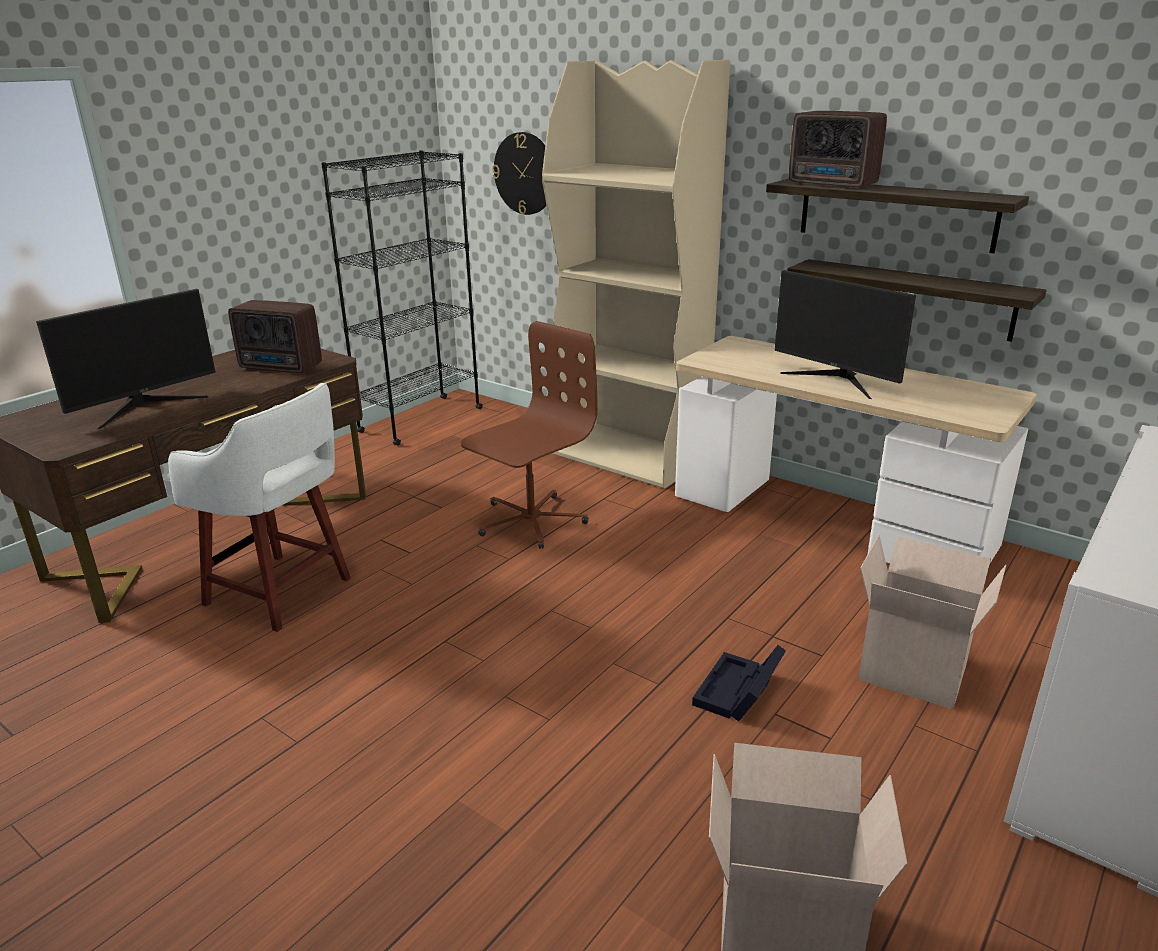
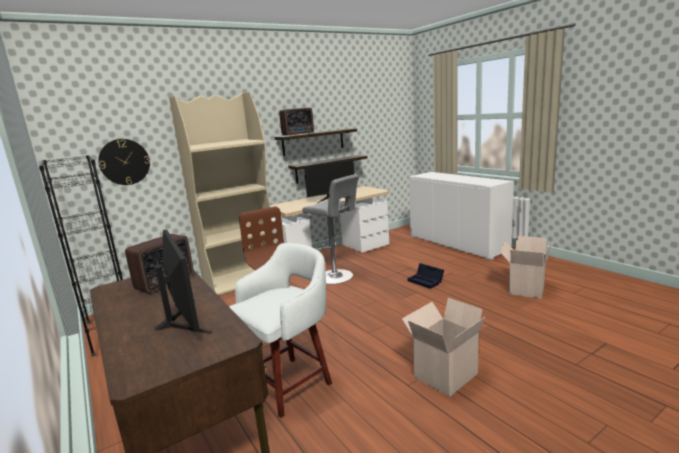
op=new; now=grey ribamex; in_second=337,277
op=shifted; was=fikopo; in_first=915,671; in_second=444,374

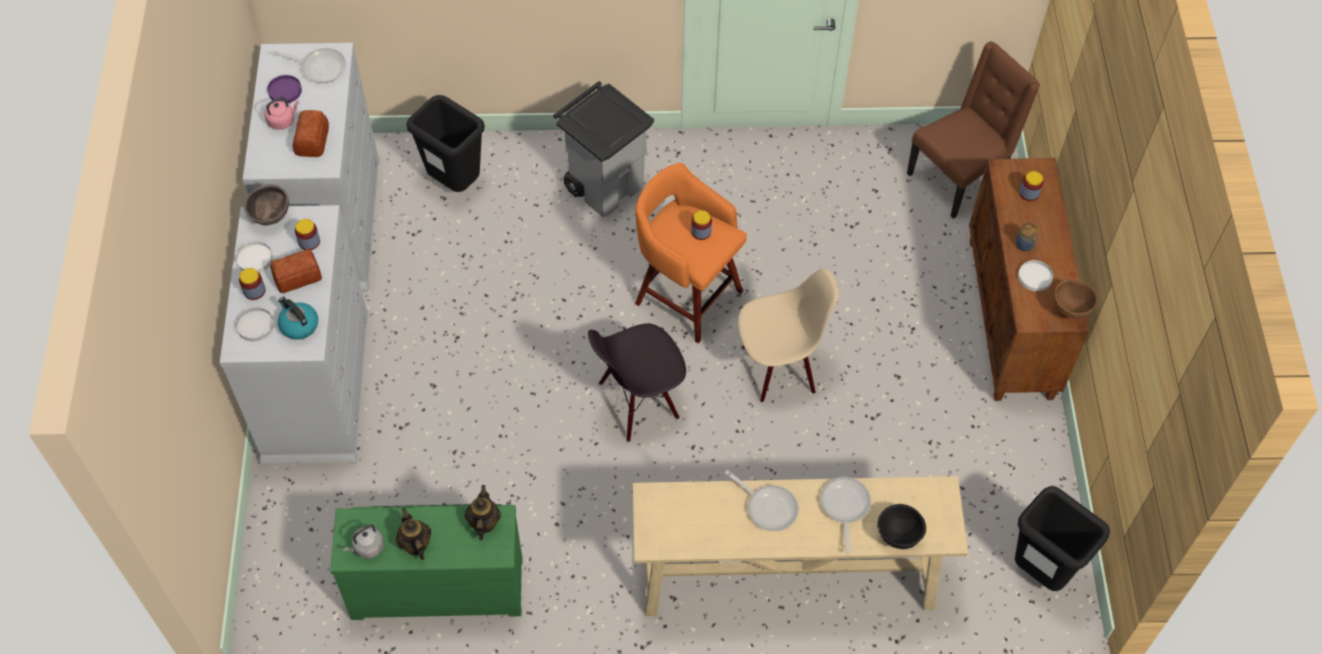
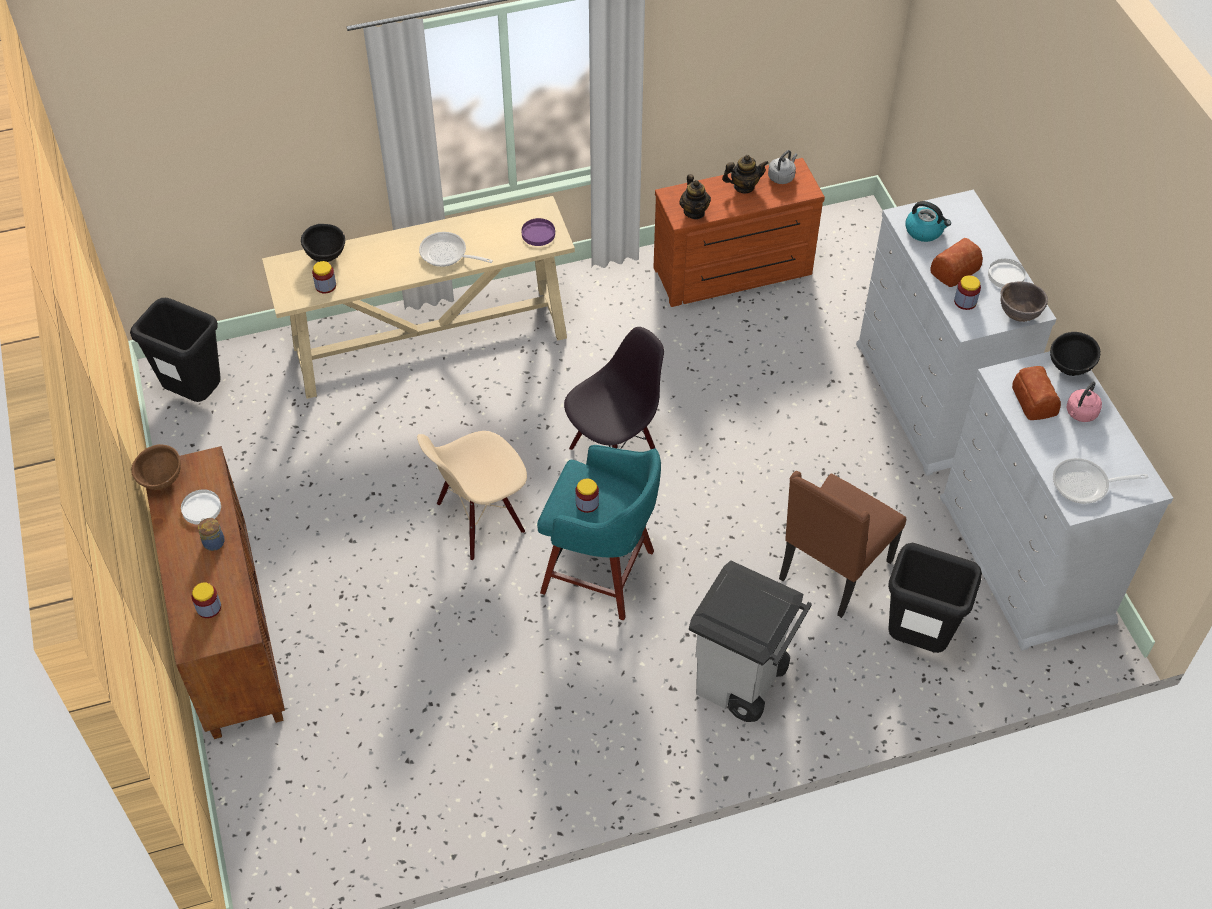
op=gone; was=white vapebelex; in_first=255,326
op=gone; was=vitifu; in_first=844,507
op=new; now=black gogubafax; in_second=1069,368
op=shifted; was=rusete; in_first=254,291; in_second=325,286
op=shifted; was=purple vapebelex; in_first=284,91; in_second=538,233
op=shifted; was=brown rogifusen; in_first=959,177; in_second=832,571
op=repainted; was=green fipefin; now=brown fipefin; in_first=437,584; in_second=734,273
op=repainted; was=orange ribamex; now=turquoise ribamex; in_first=686,295; in_second=601,573
op=rotated; was=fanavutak; in_first=415,544; in_second=743,186; clockwise=-60

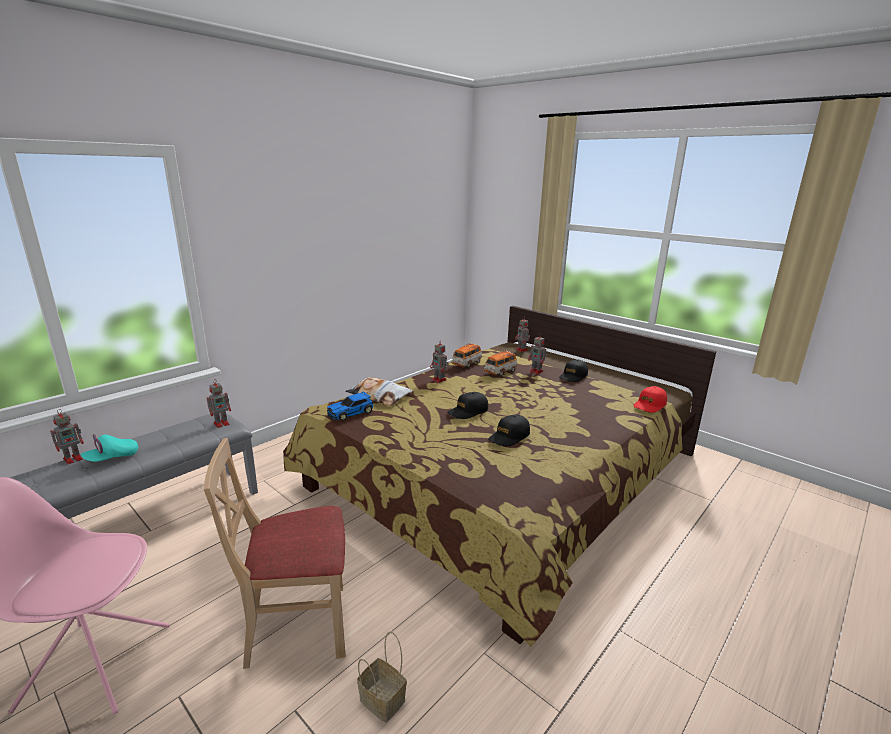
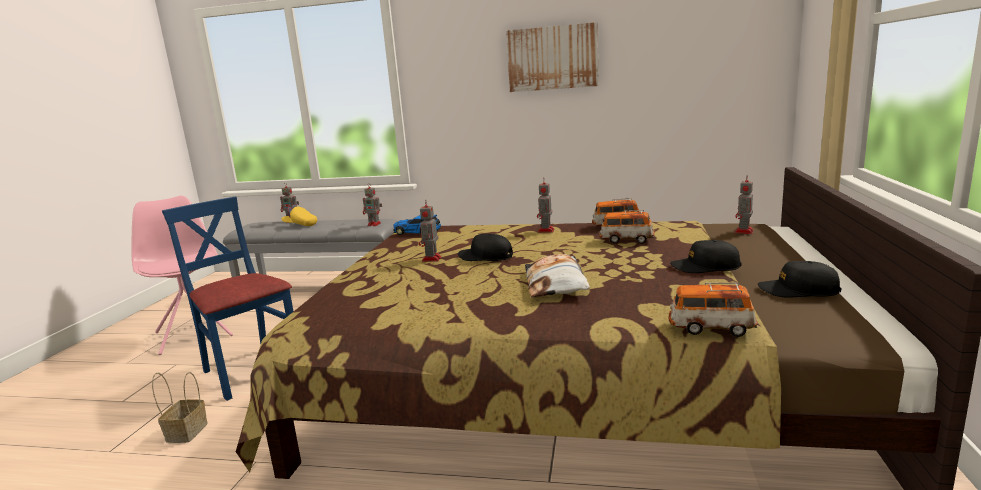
op=new; now=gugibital; in_second=552,58
op=shifted; was=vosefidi; in_first=379,396; in_second=556,283
op=shifted; was=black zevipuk; in_first=509,437; in_second=798,290
op=shifted; was=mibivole; in_first=537,371; in_second=431,259
op=swapped; was=red zevipuk; now=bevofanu; in_first=649,405; in_second=711,328
op=repainted; was=turquoise zevipuk; now=yellow zevipuk; in_first=112,458; in_second=300,225
op=repainted; was=beige rogifusen; now=blue rogifusen; in_first=297,626; in_second=251,371

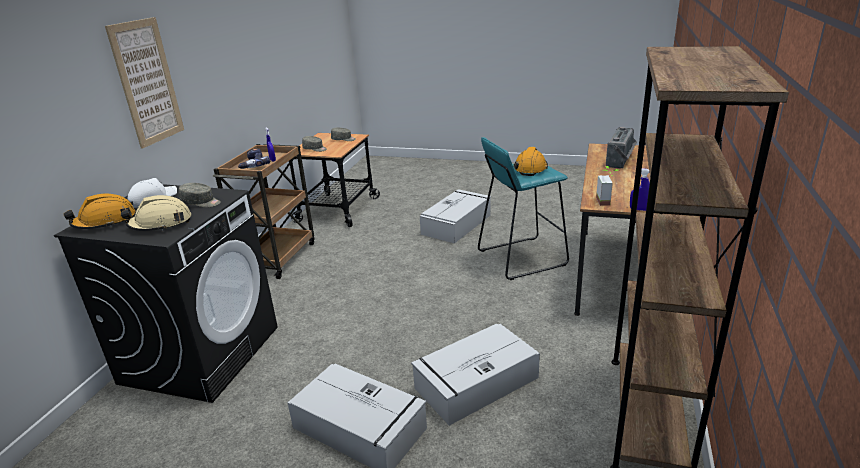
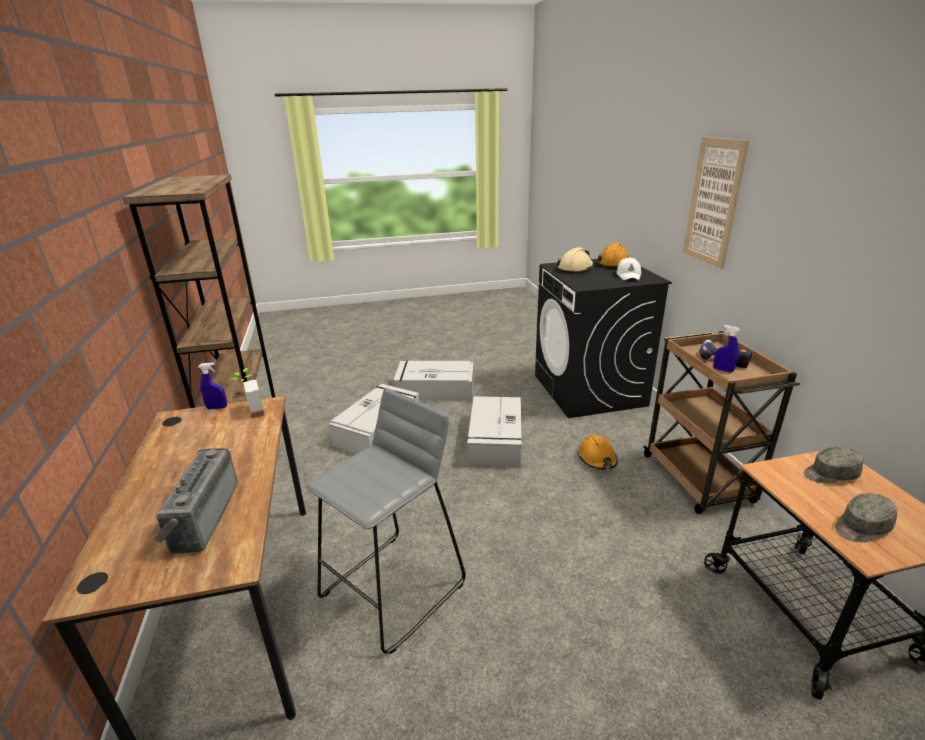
op=gone; was=grey zevipuk; in_first=201,203
op=shifted; was=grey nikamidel; in_first=457,224; in_second=495,441
op=shifted; was=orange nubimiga; in_first=530,168; in_second=597,459
op=repainted; was=turquoise ribamex; now=grey ribamex; in_first=521,258; in_second=394,589

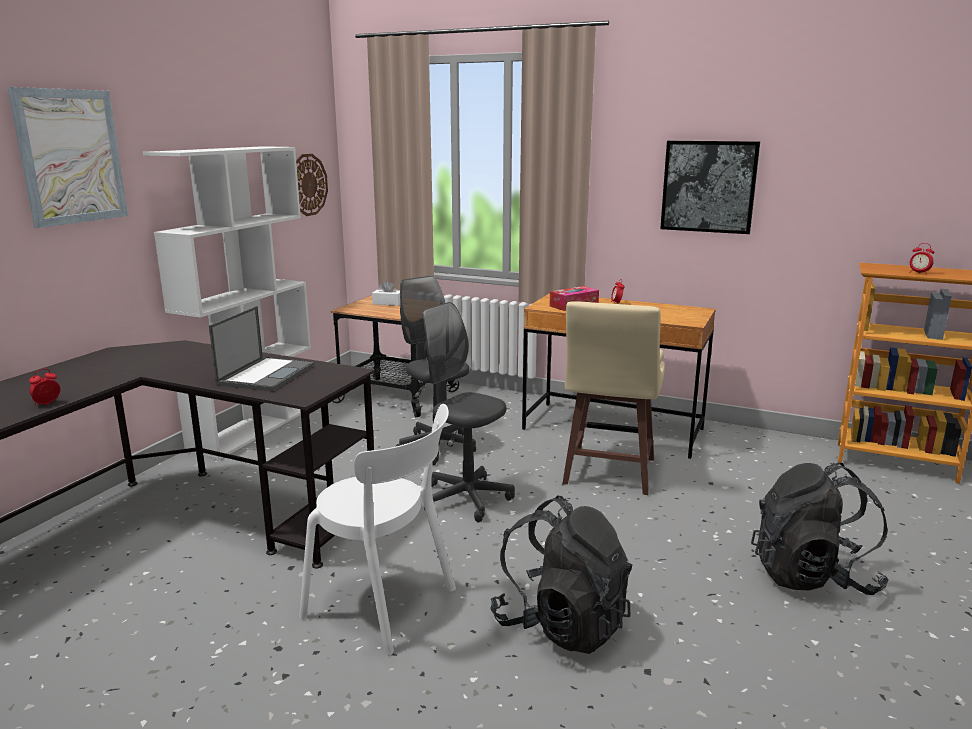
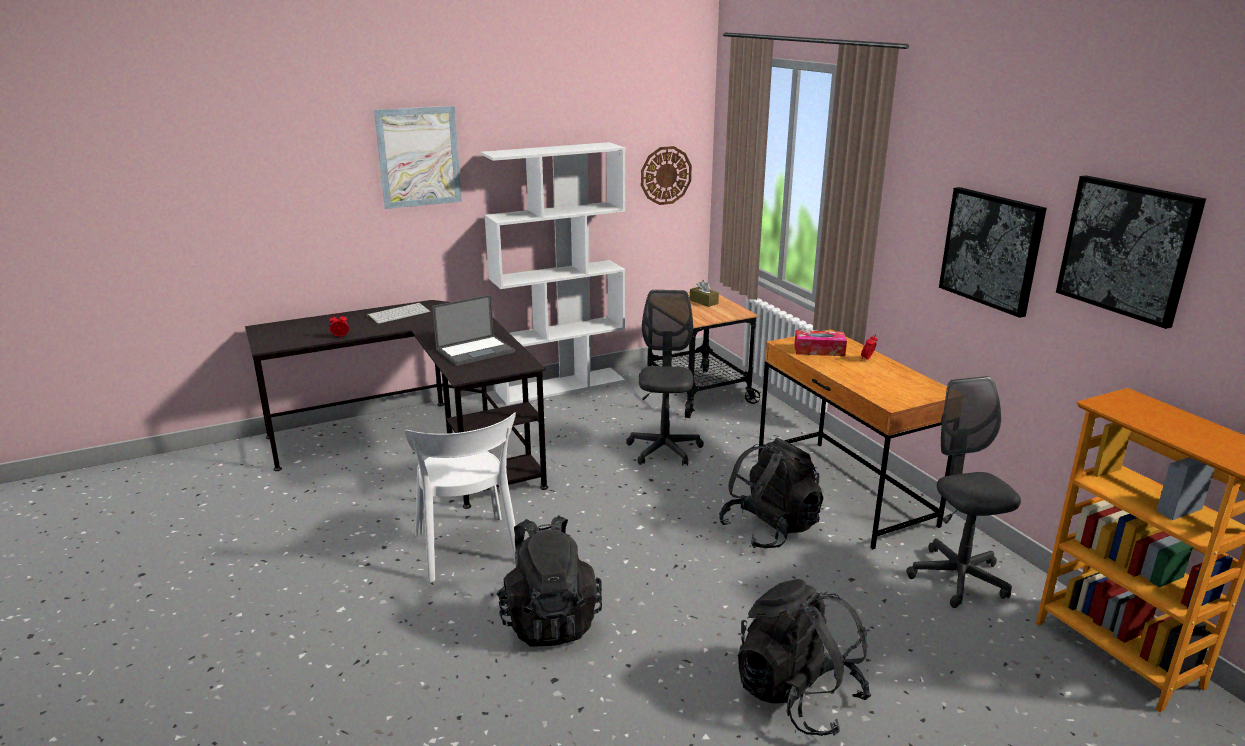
op=gone; was=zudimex; in_first=918,273
op=new; now=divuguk; in_second=399,313
op=new; now=gugibital; in_second=1127,249
op=shifted; was=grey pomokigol; in_first=466,498; in_second=958,578
op=swapped; was=beige ribamex; now=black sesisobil; in_first=608,472; in_second=770,529
op=repainted; was=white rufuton; now=brown rufuton; in_first=387,303; in_second=703,302

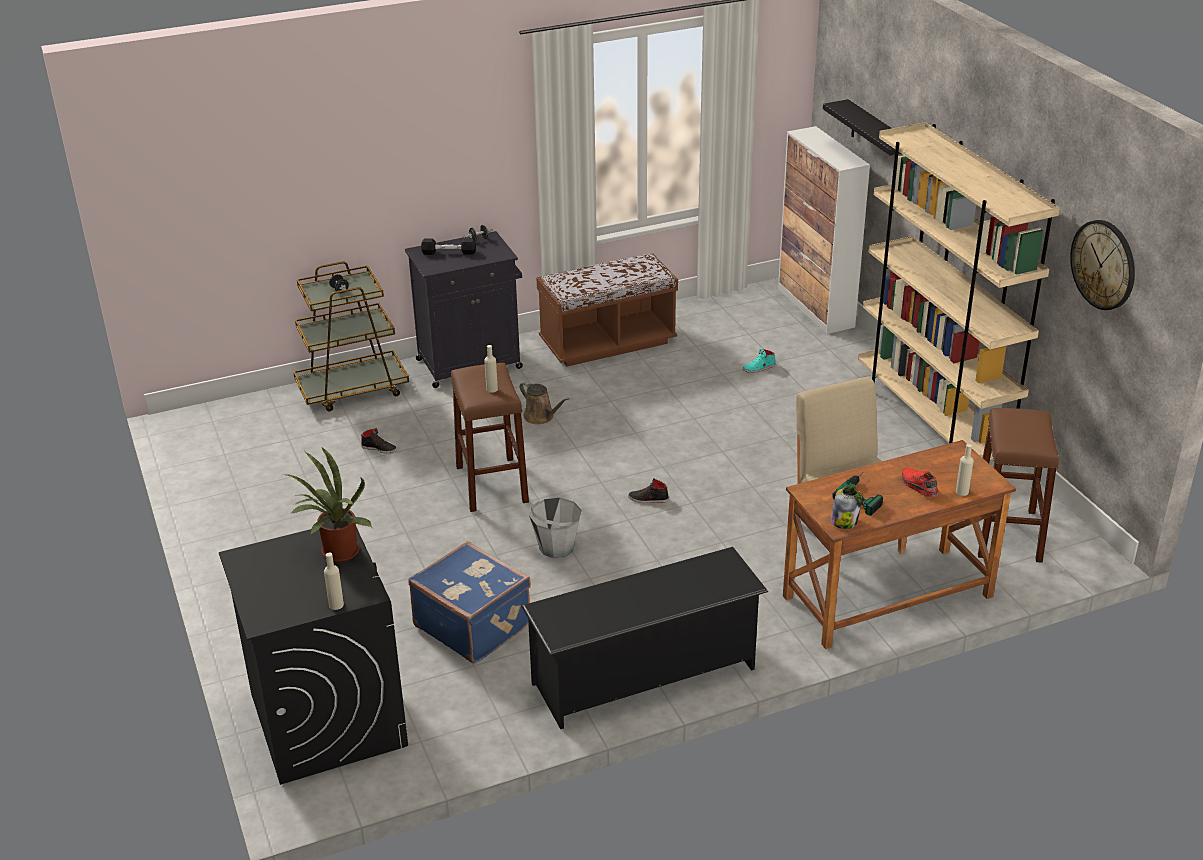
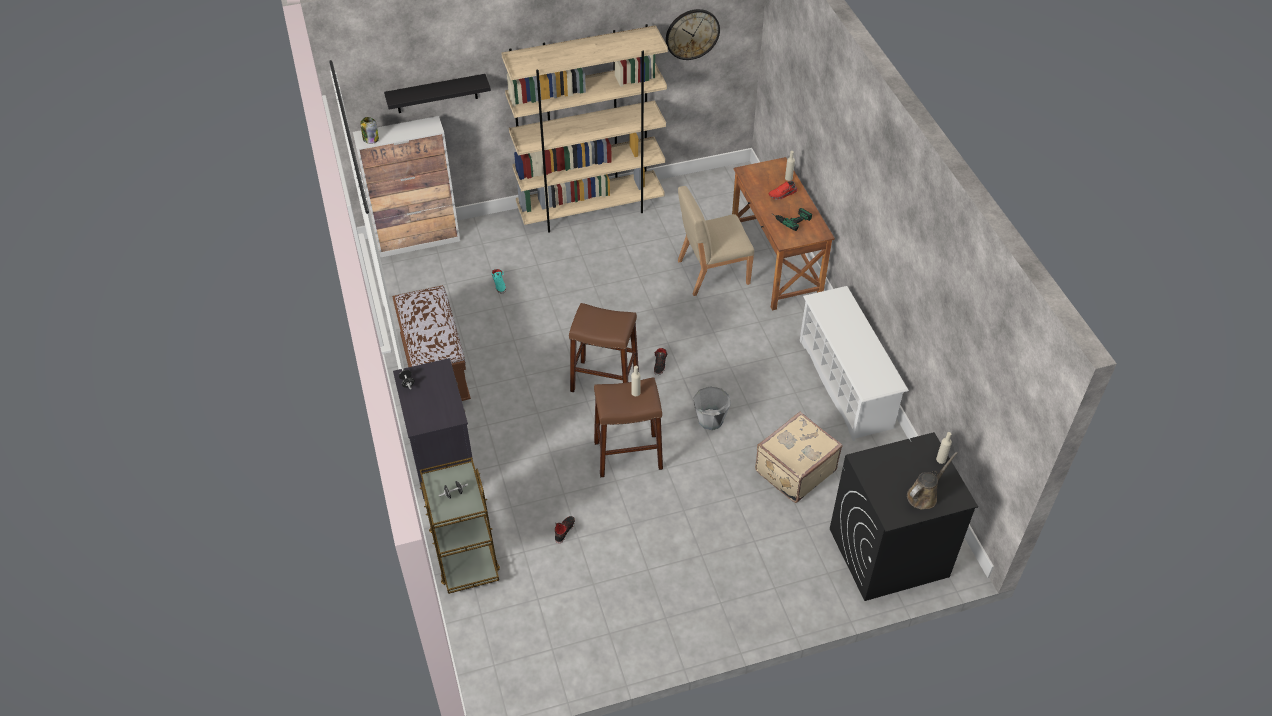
op=gone; was=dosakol; in_first=336,553
op=gone; was=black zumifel; in_first=449,252
op=shifted; was=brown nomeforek; in_first=541,417; in_second=924,495
op=shifted; was=rusete; in_first=844,521; in_second=370,139
op=shifted; was=brown ribamex; in_first=1006,534; in_second=604,381
op=repainted; was=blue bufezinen; now=beige bufezinen; in_first=473,625; in_second=794,470
op=repainted; was=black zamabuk; now=white zamabuk; in_first=644,676; in_second=845,384

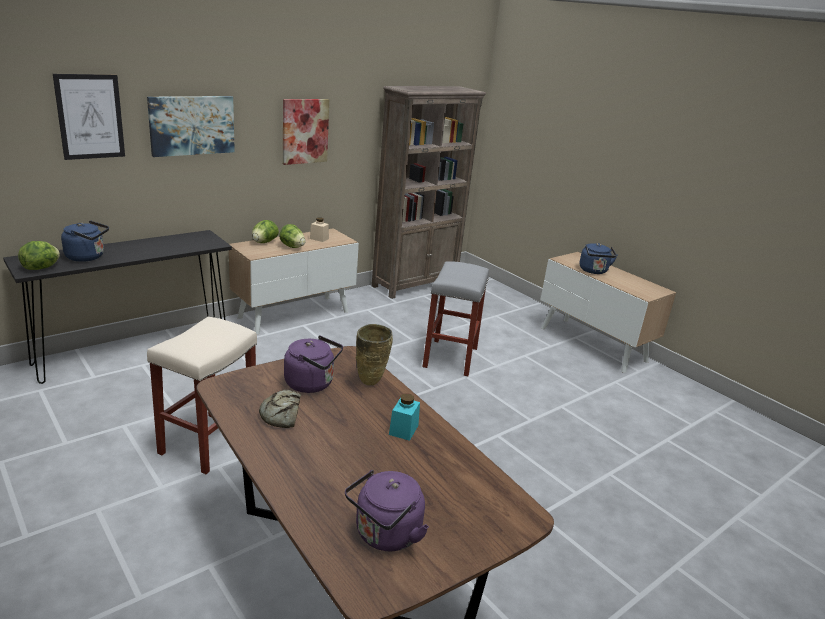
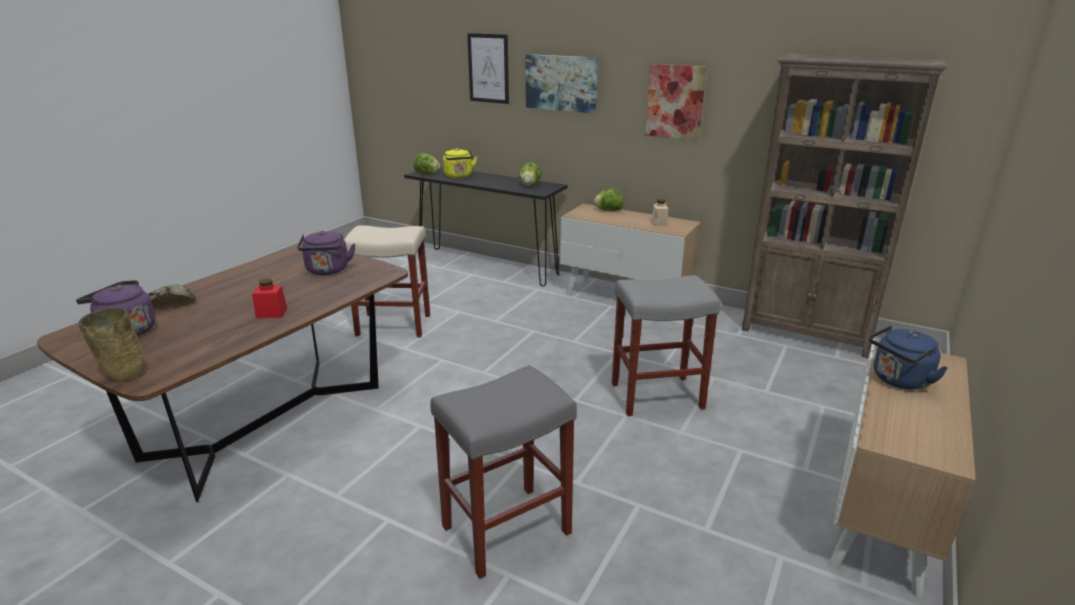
op=new; now=grey ribamex; in_second=505,531
op=shifted; was=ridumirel; in_first=282,414; in_second=170,303
op=shifted; was=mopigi; in_first=292,247; in_second=530,185
op=shifted; was=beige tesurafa; in_first=370,382; in_second=123,378
op=repainted; was=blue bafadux; now=yellow bafadux; in_first=88,257; in_second=459,176
op=repainted; was=turquoise rusete; now=red rusete; in_first=403,430; in_second=271,313

